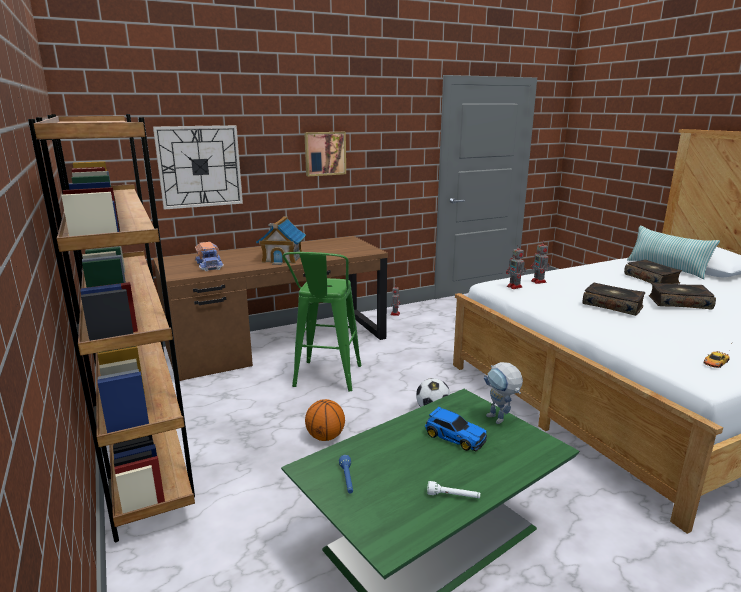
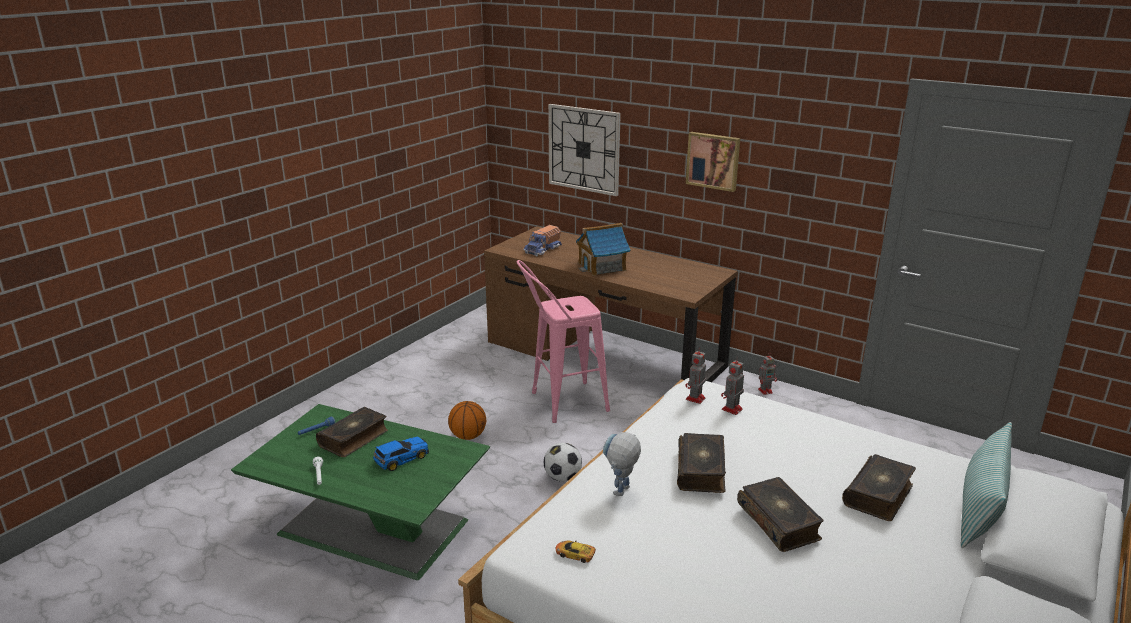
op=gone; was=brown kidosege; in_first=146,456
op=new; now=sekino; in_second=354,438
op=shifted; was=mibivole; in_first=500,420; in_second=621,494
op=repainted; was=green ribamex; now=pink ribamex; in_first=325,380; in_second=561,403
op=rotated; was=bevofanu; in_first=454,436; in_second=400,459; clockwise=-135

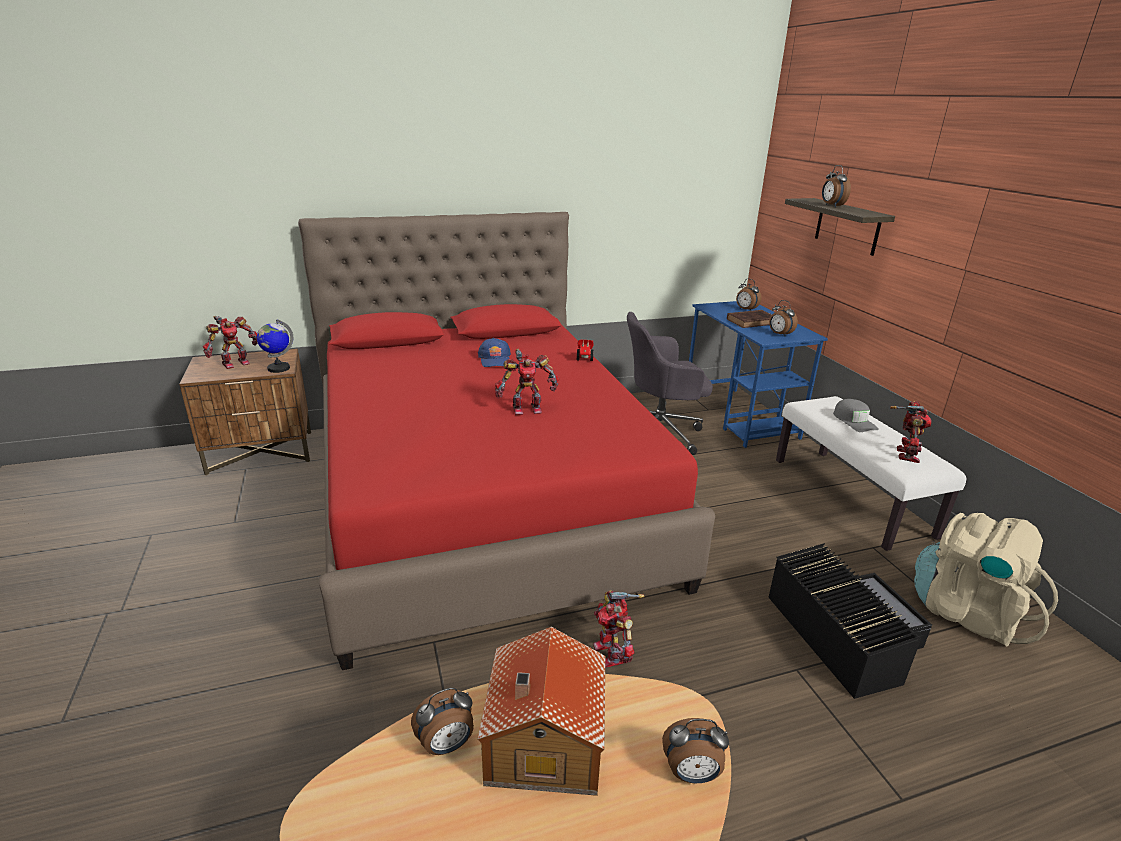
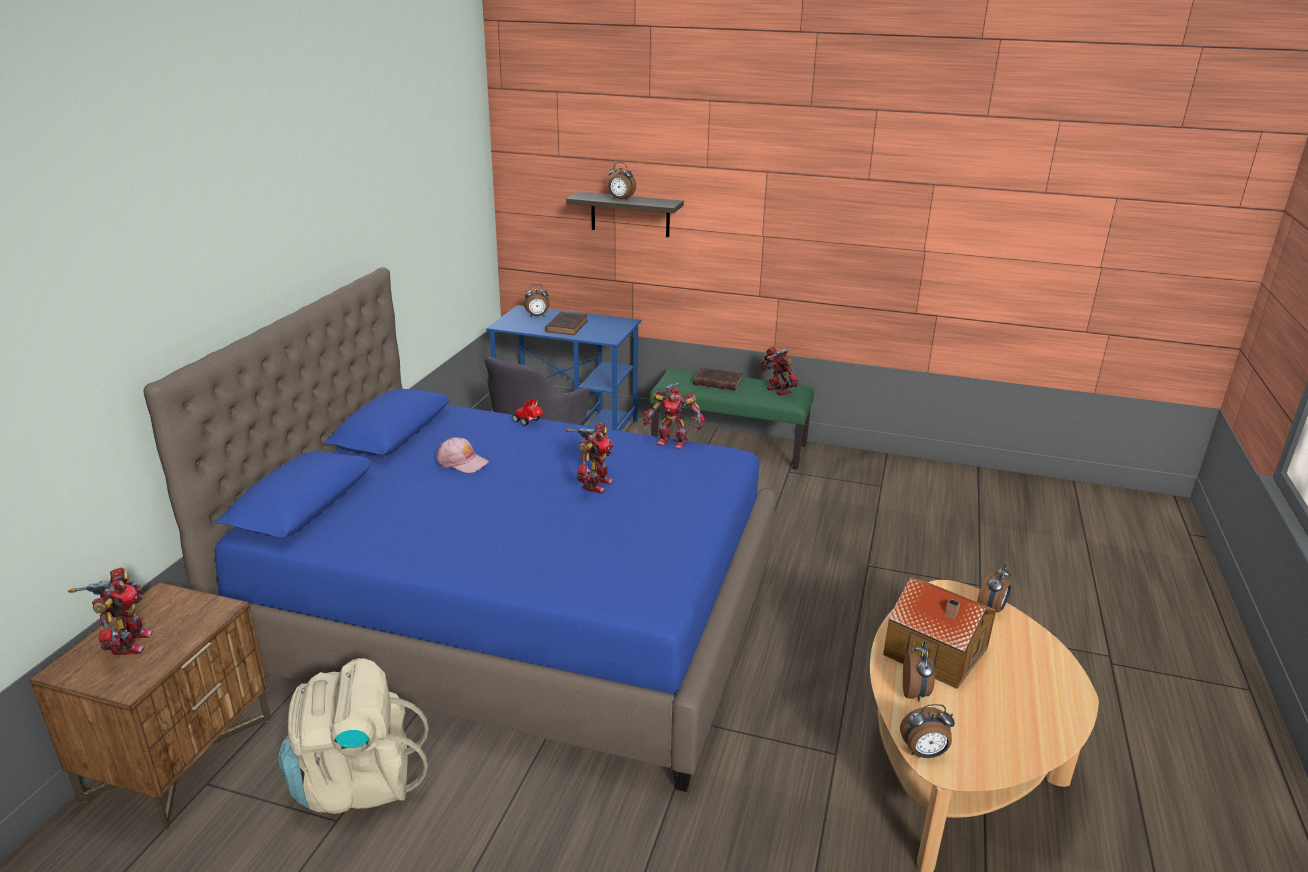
op=gone; was=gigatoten; in_first=278,368
op=gone; was=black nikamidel; in_first=843,632
op=shifted; was=mibivole; in_first=612,653; in_second=672,441
op=shifted; was=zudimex; in_first=779,334; in_second=924,753
op=shifted; was=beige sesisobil; in_first=967,612; in_second=357,783
op=swapped; was=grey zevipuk; now=brown sekino; in_first=854,421; in_second=716,382
op=repainted; was=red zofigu; now=blue zofigu; in_first=483,496; in_second=516,614
op=repainted; was=blue zevipuk; now=pink zevipuk; in_first=495,360; in_second=462,462
op=repainted; was=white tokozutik; now=green tokozutik; in_first=851,497; in_second=730,446

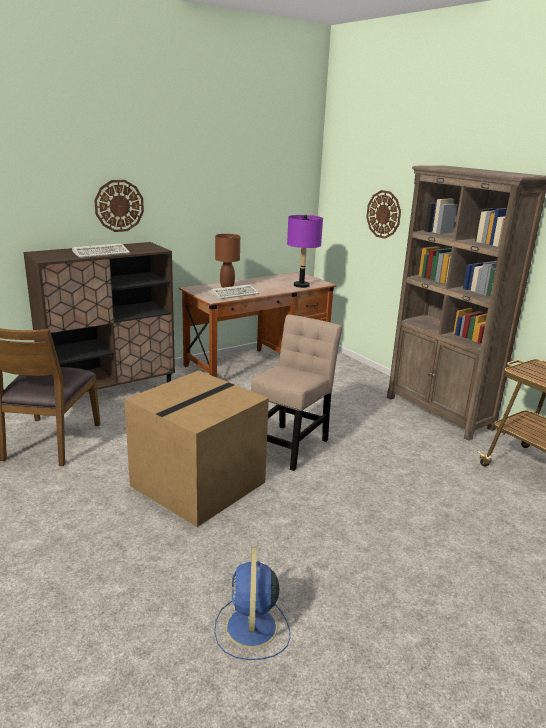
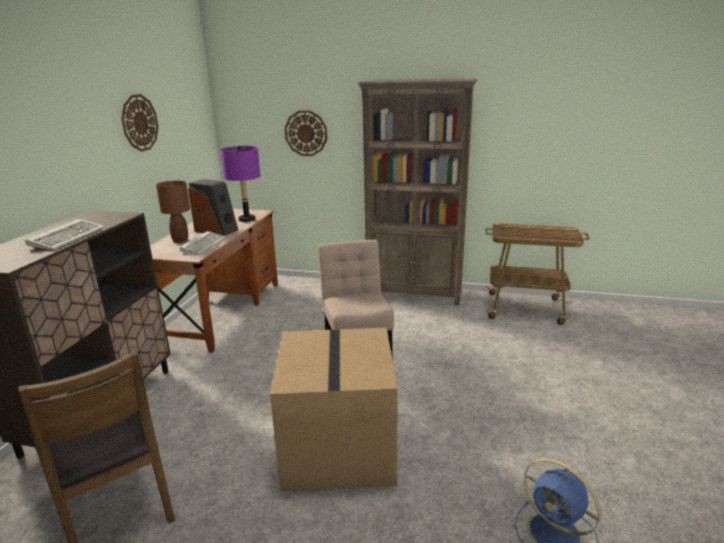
op=new; now=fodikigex; in_second=216,230
op=shifted; was=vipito; in_first=119,206; in_second=139,123

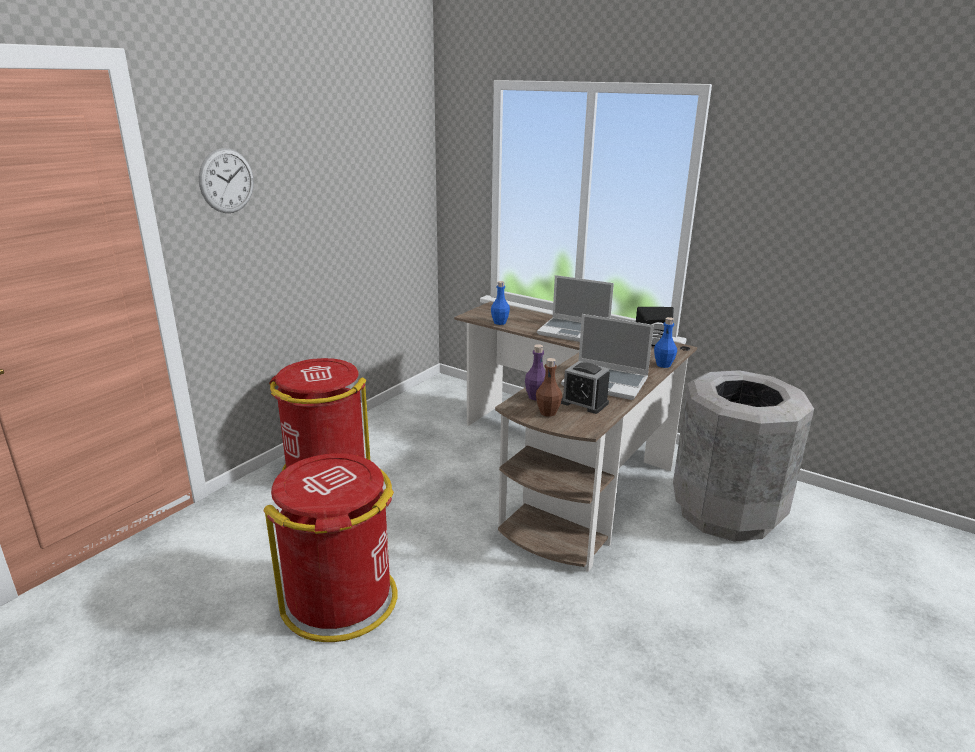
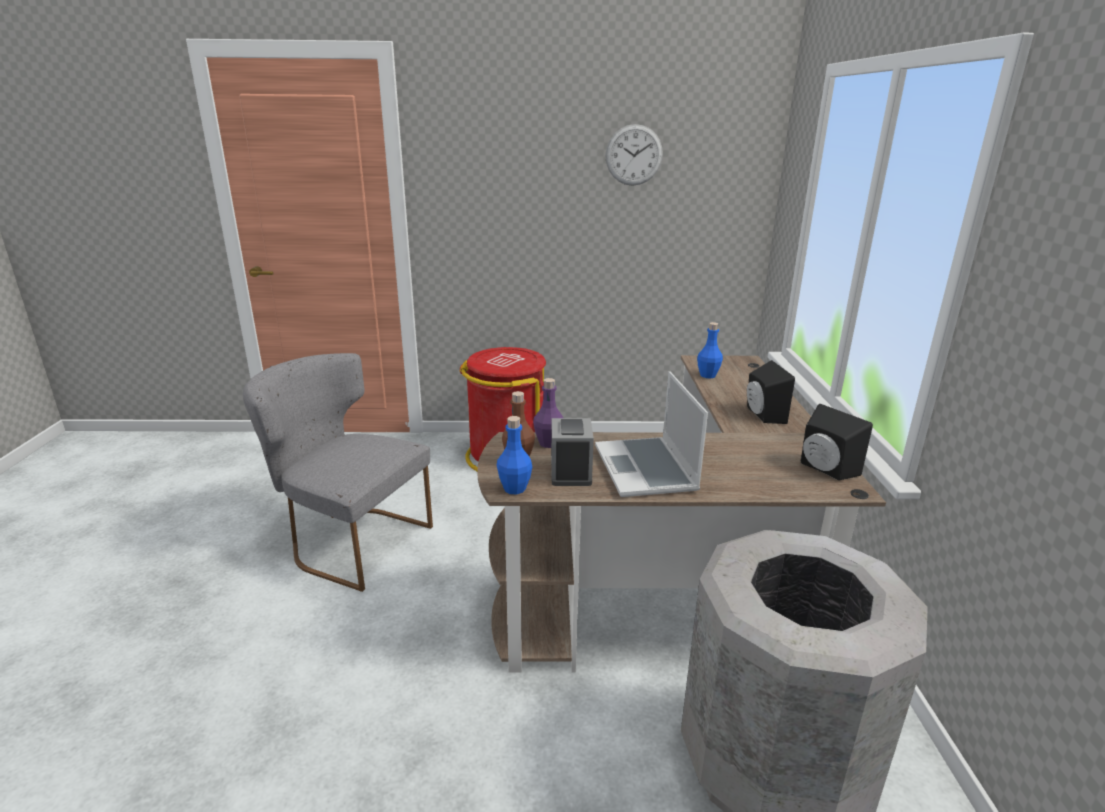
op=shifted; was=vipito; in_first=226,181; in_second=634,155
op=shifted; was=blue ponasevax; in_first=663,365; in_second=514,488
op=swapped; was=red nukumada; now=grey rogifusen; in_first=341,600; in_second=350,541
op=swapped; was=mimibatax; now=black fodikigex; in_first=574,332; in_second=762,415

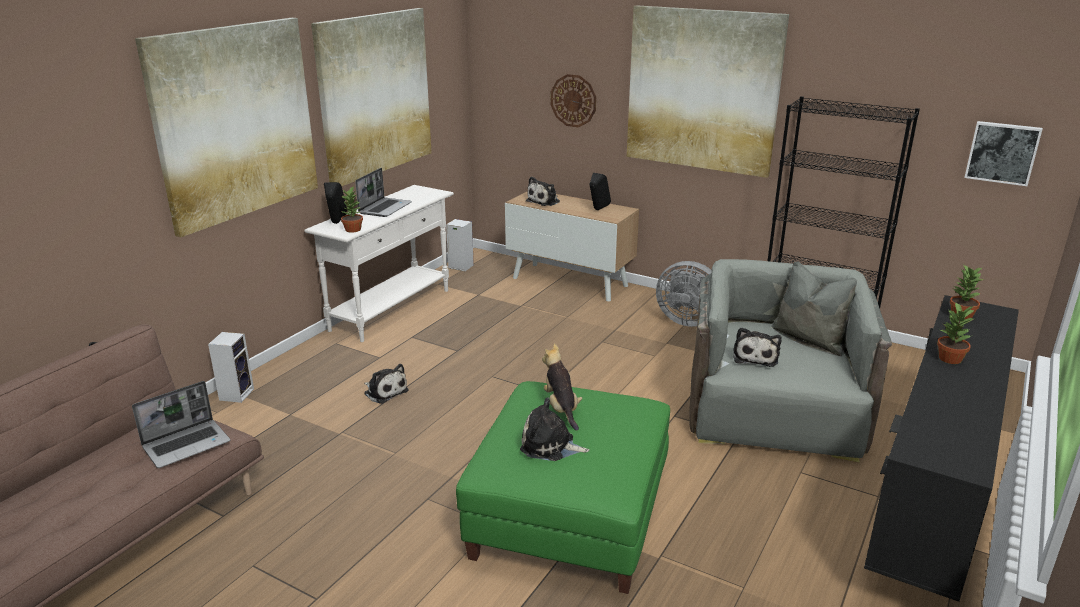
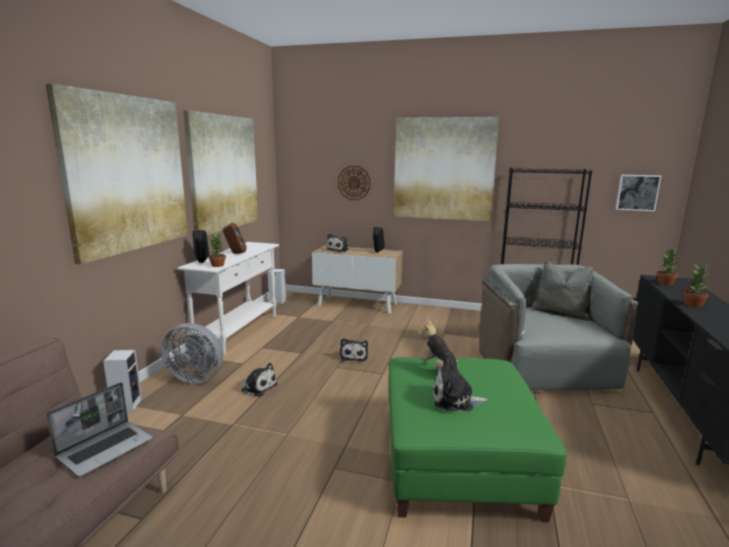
op=shifted; was=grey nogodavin; in_first=686,320; in_second=197,378
op=shifted; was=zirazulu; in_first=755,357; in_second=353,356
op=swapped; was=mimibatax; now=brown fodikigex; in_first=385,208; in_second=235,253

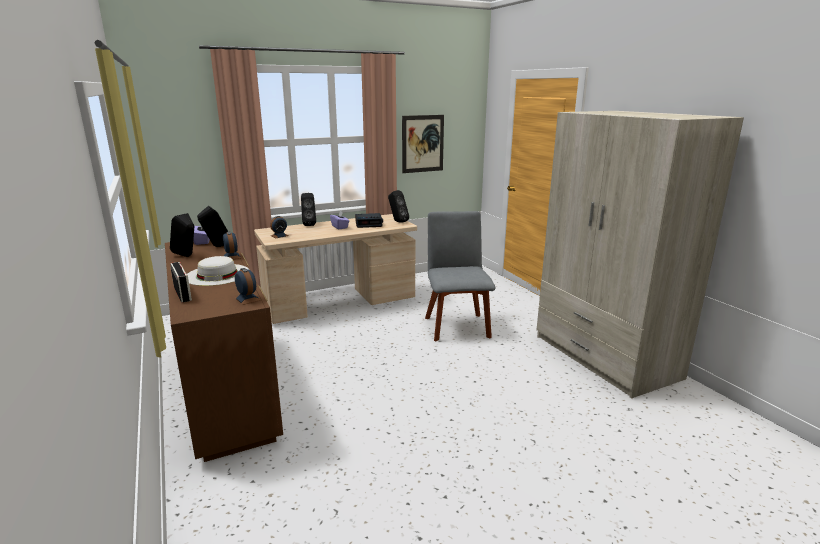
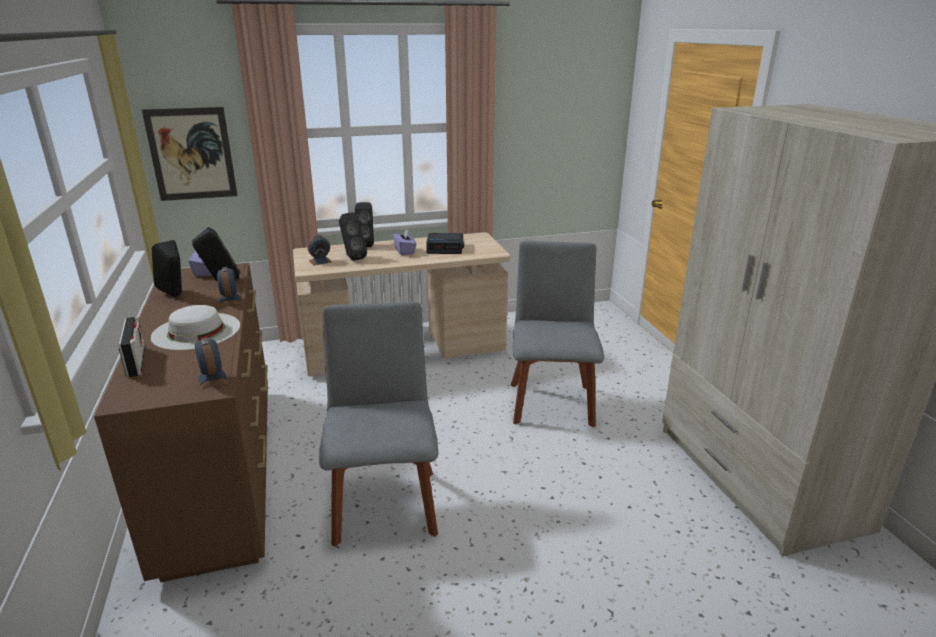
op=new; now=grey rogifusen; in_second=384,501
op=shifted; was=black fodikigex; in_first=397,221; in_second=352,258
op=shifted; was=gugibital; in_first=422,143; in_second=191,154

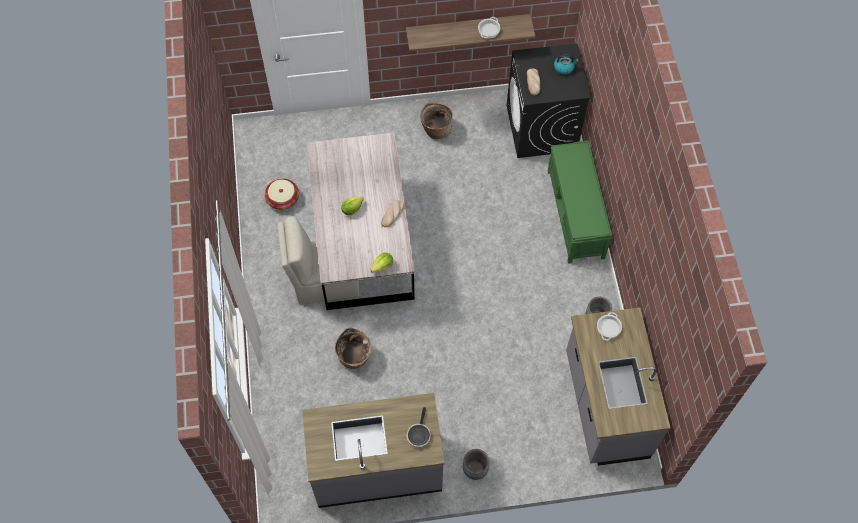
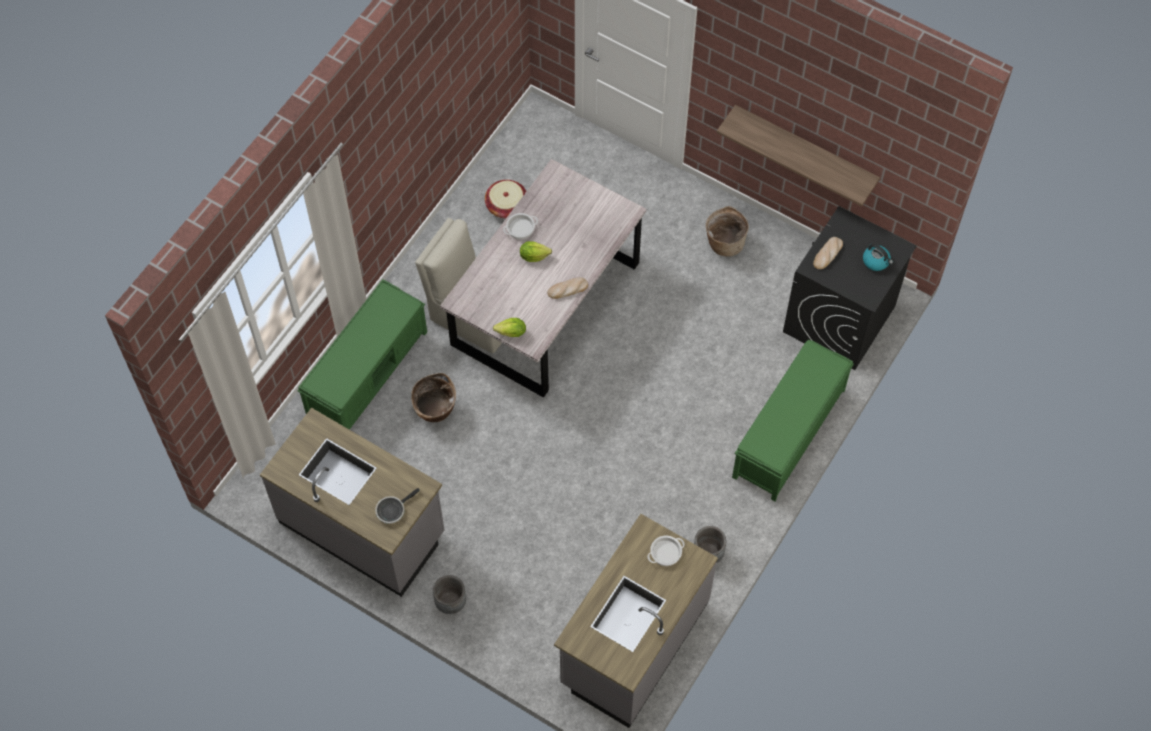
op=new; now=green tokozutik; in_second=368,372
op=shifted; was=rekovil; in_first=489,30; in_second=520,228

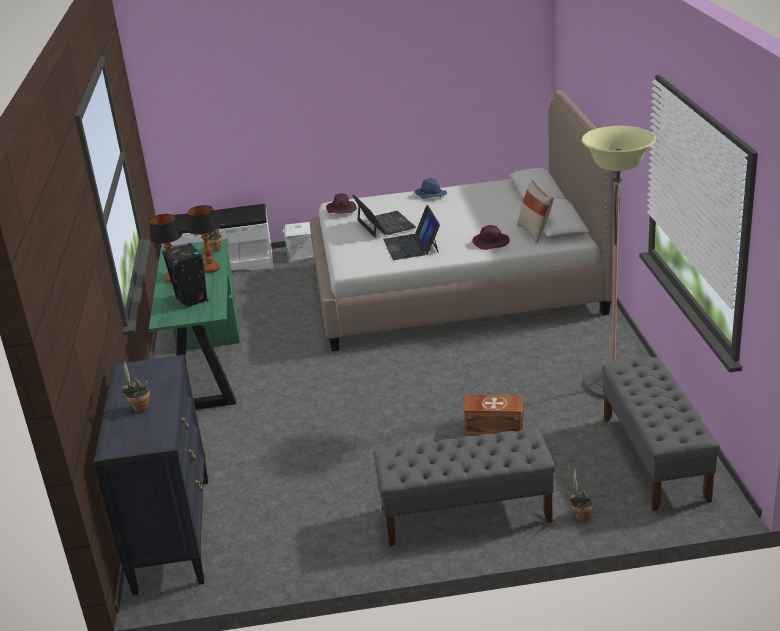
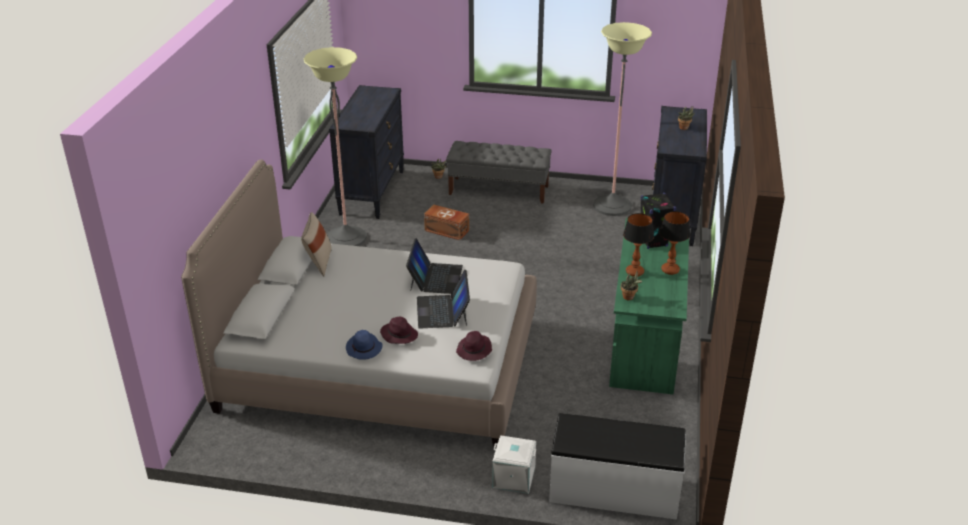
op=new; now=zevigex; in_second=612,206
op=shifted; was=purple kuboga; in_first=491,243; in_second=399,335
op=swapped; was=grey tokozutik; now=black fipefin; in_first=654,458; in_second=372,192

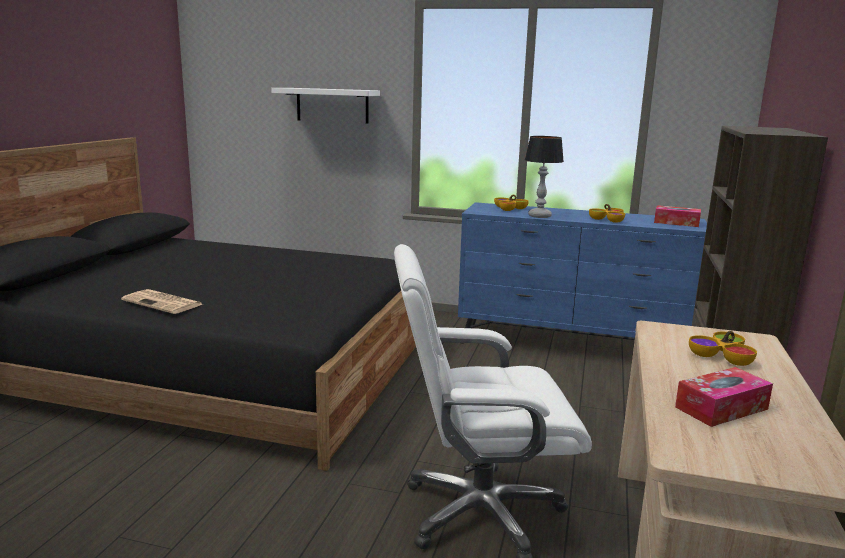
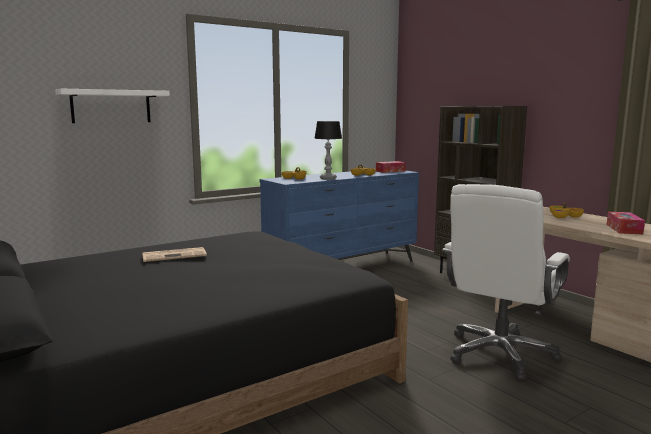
op=shifted; was=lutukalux; in_first=164,302; in_second=175,255

